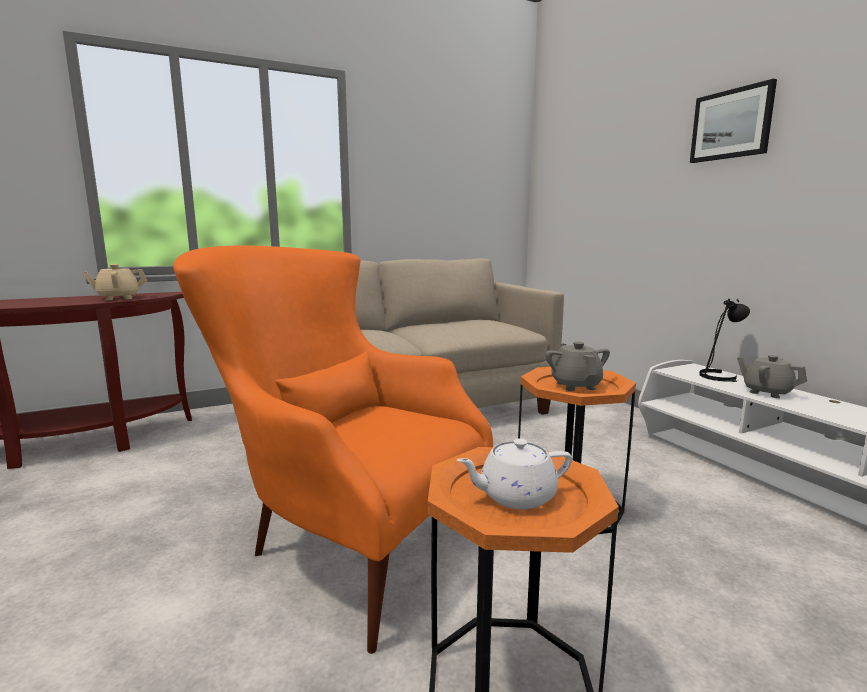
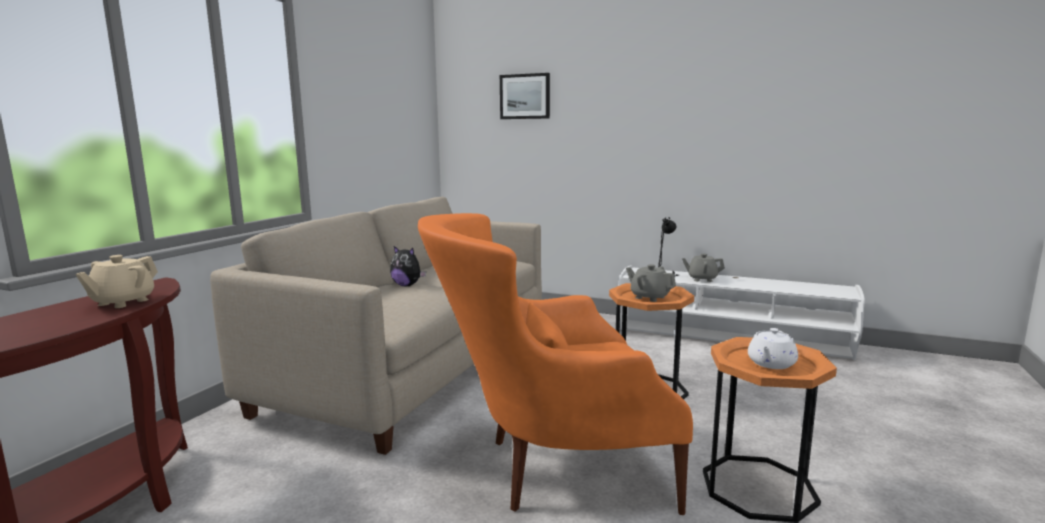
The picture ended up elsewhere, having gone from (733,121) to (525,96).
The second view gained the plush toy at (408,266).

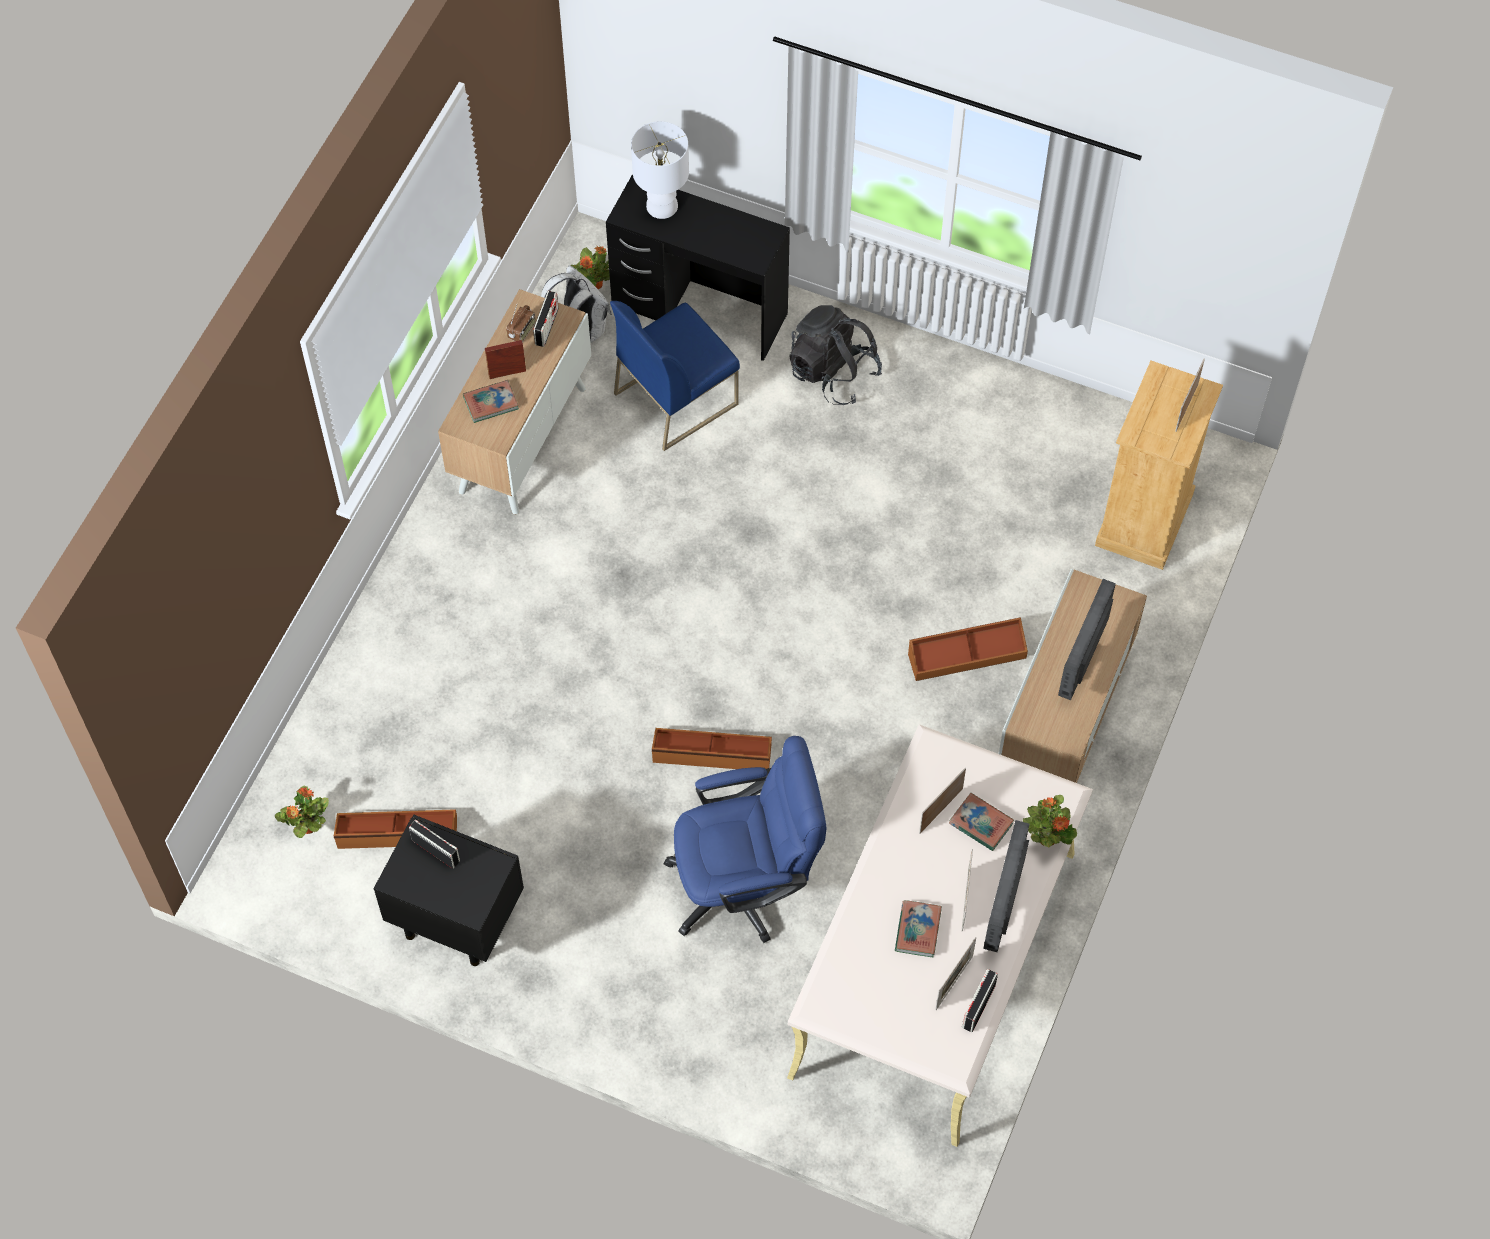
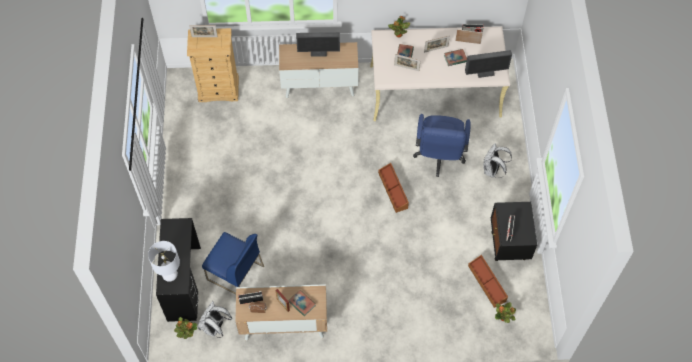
The blue office chair at (744,839) ended up facing another way, 135 degrees counterclockwise from before.
The second view lost the black backpack at (835,355).
The second view lost the brown storage box at (968,649).
The monitor ended up elsewhere, having gone from (1006,886) to (488,64).
The second view gained the white backpack at (497,160).

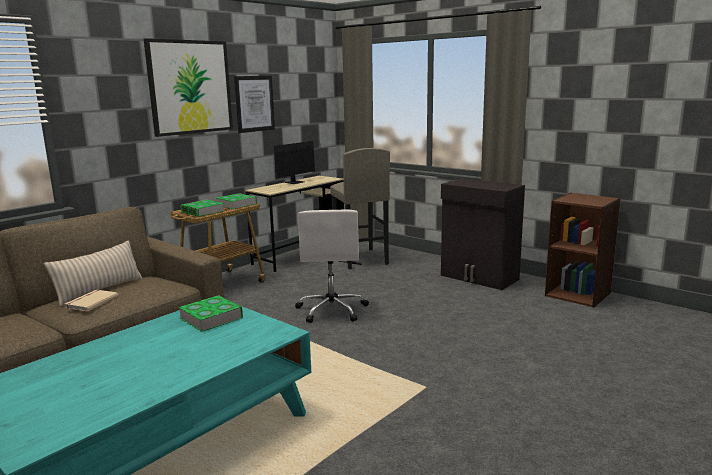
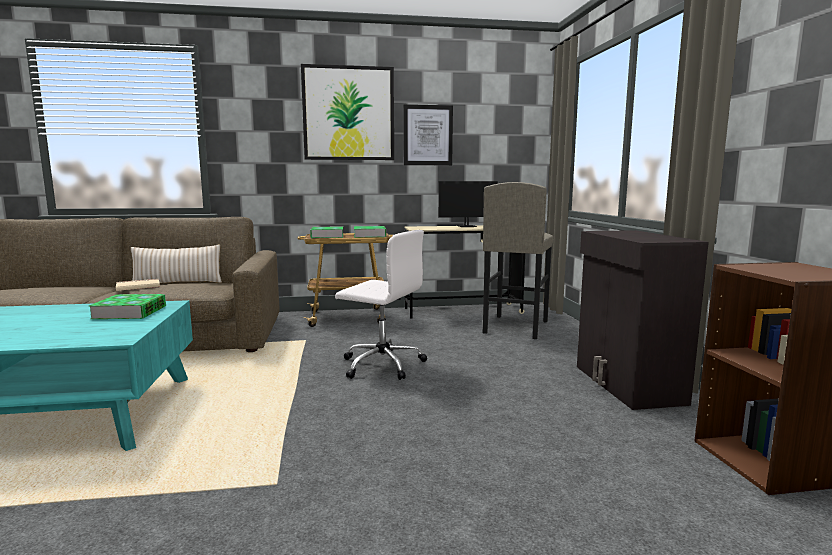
The white office chair at (332,266) ended up facing another way, 105 degrees counterclockwise from before.

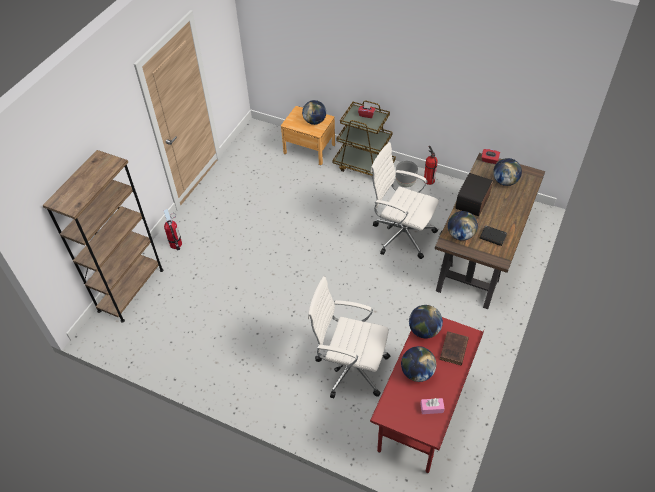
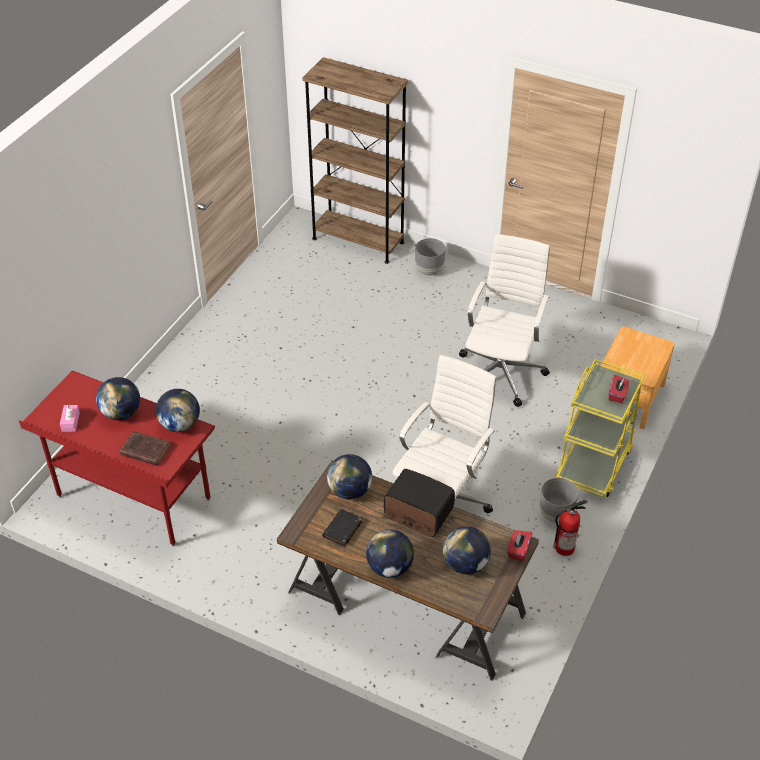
Where the fire extinguisher stood at (172,229), the grey planter came to stand at (430,256).
The globe ended up elsewhere, having gone from (314,112) to (390,554).
The white office chair ended up elsewhere, having gone from (349,337) to (504,320).
What was the brown cart at (364,138) turned into the yellow cart at (600,428).

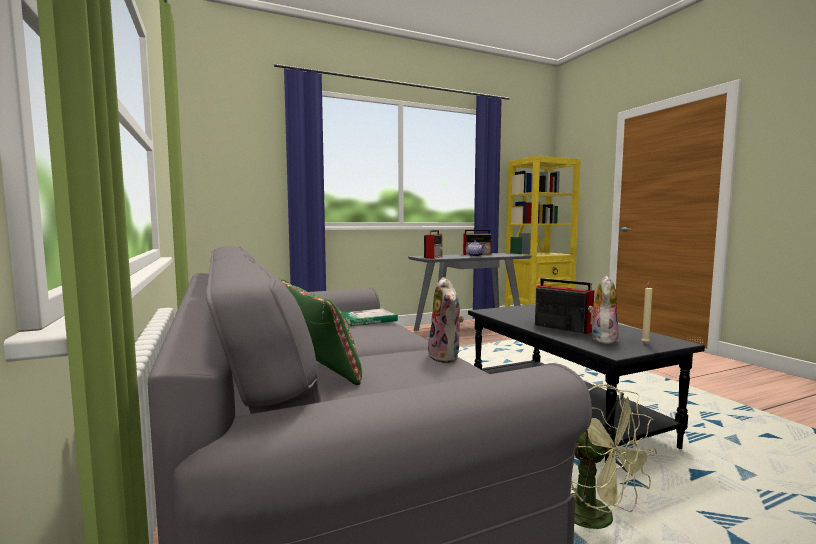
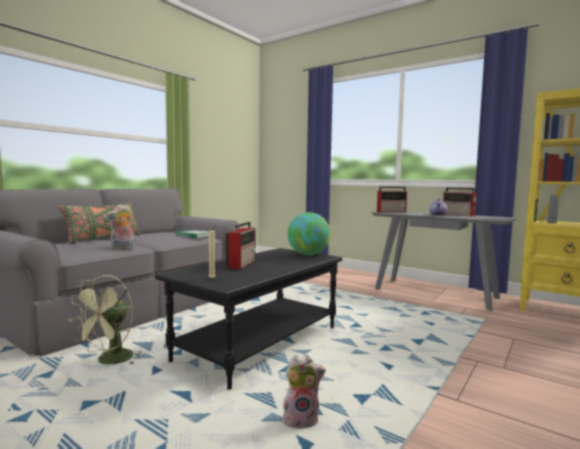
The plush toy ended up elsewhere, having gone from (603,310) to (304,391).
The second view gained the globe at (309,233).

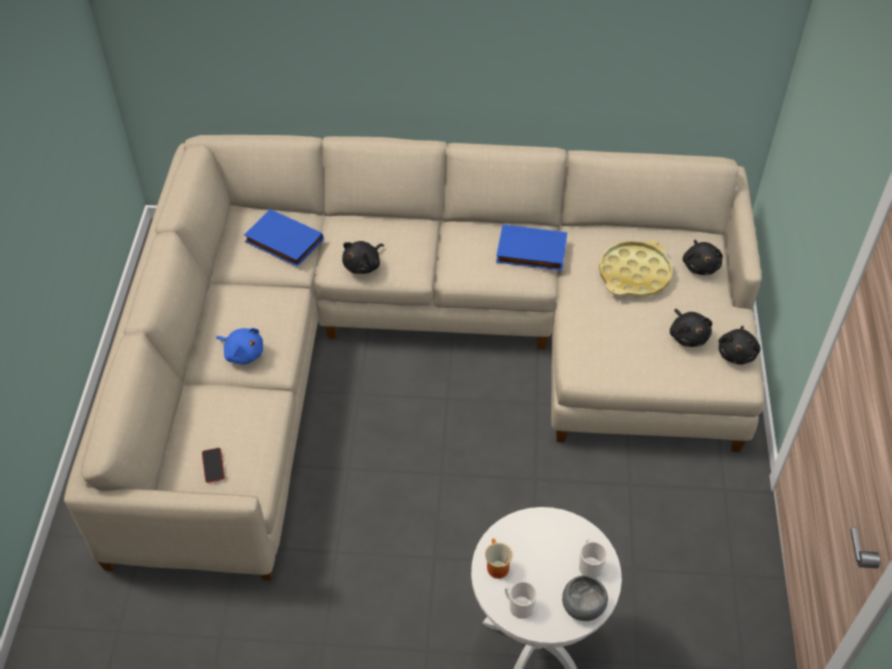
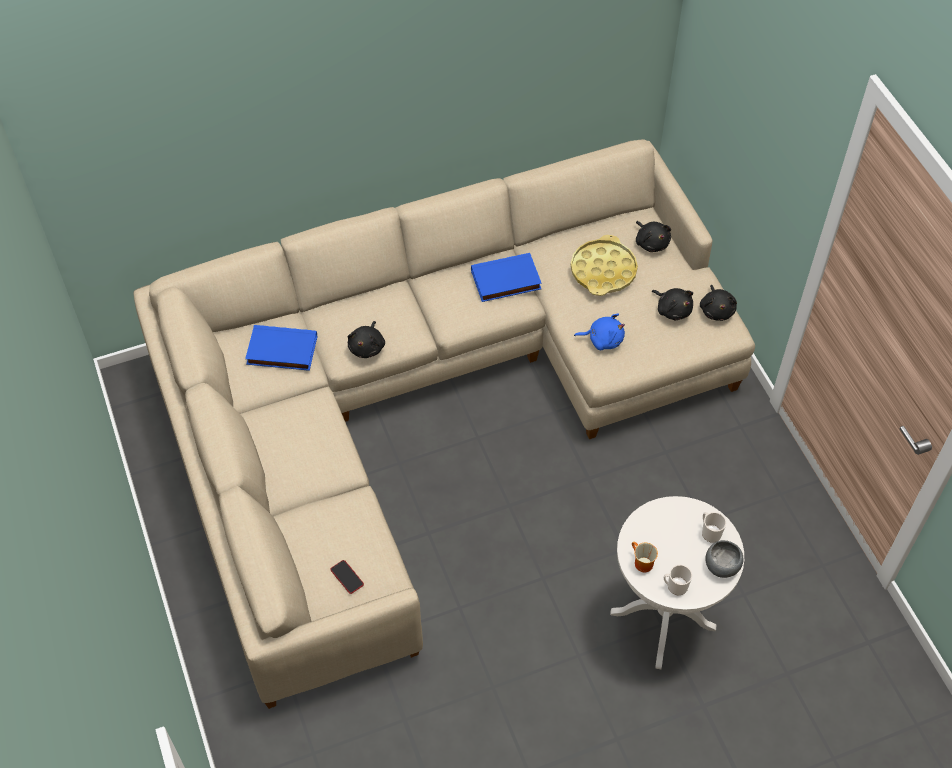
The blue plush toy ended up elsewhere, having gone from (239,346) to (599,332).

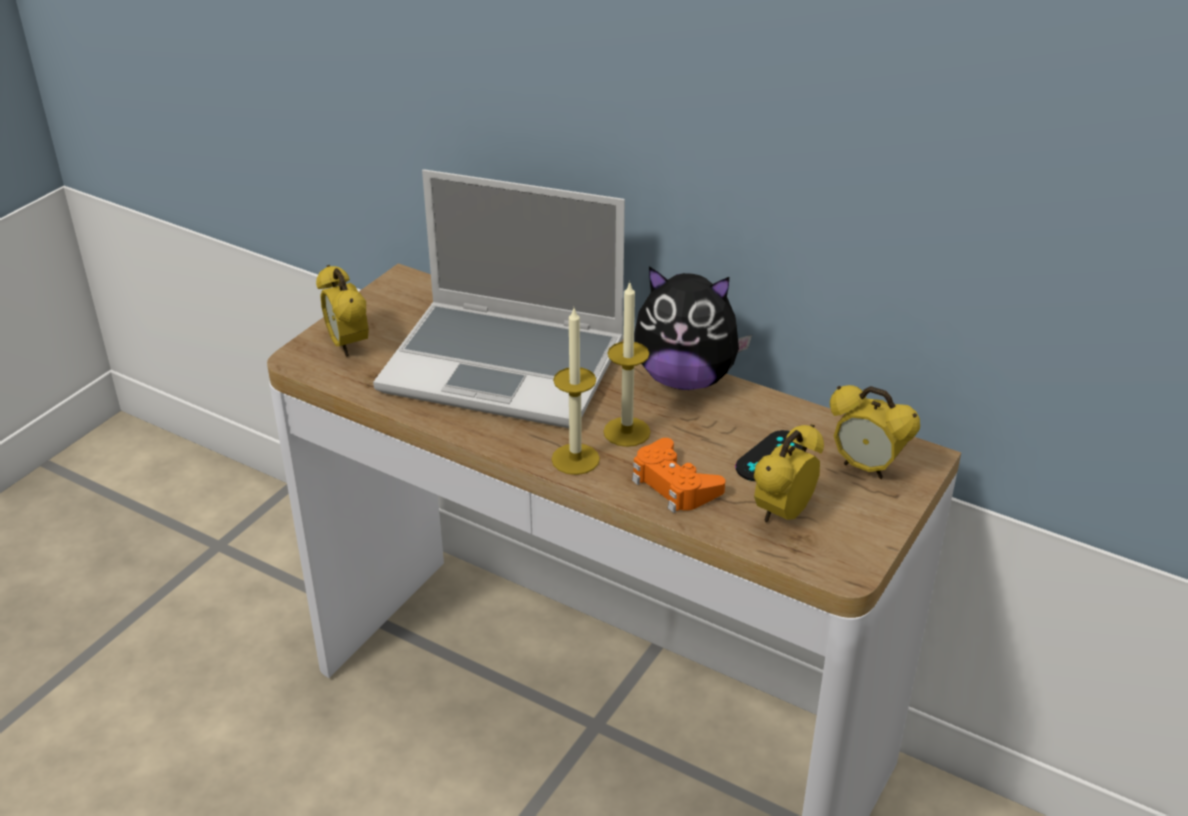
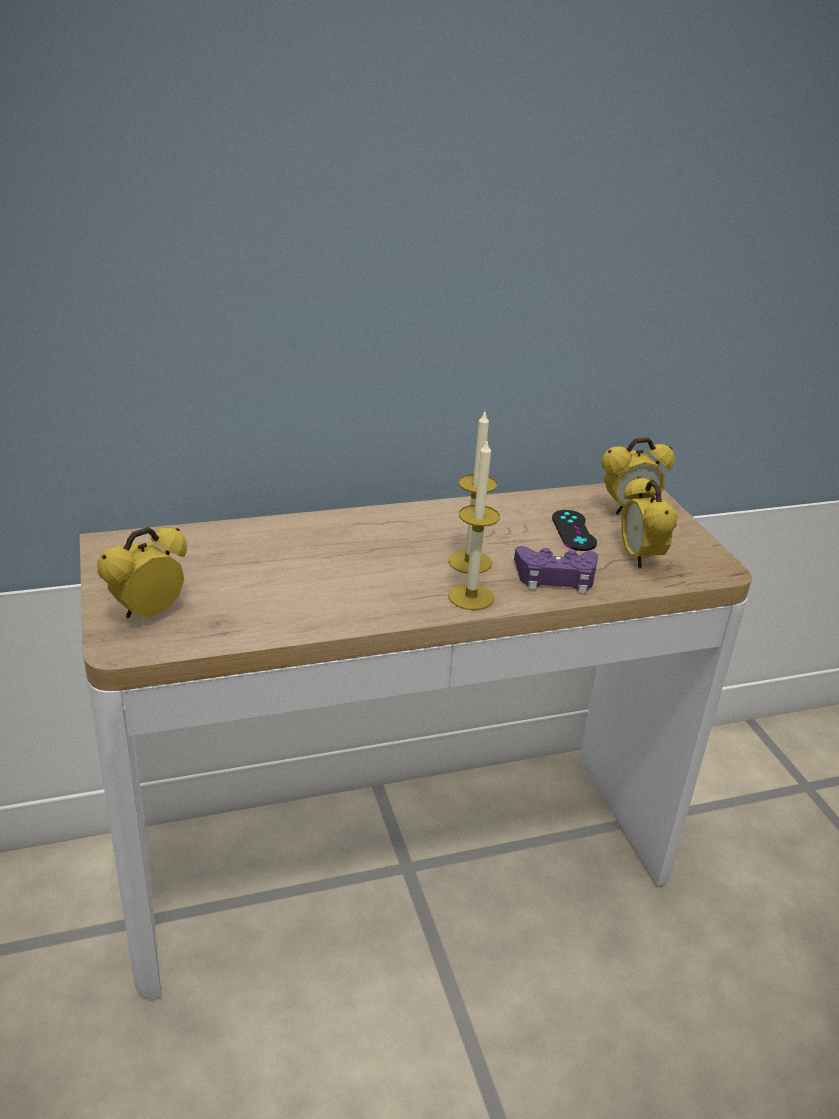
The alarm clock at (342,311) ended up facing another way, 120 degrees clockwise from before.
The second view lost the laptop at (499,298).
What was the orange game controller at (678,475) turned into the purple game controller at (556,570).
The second view lost the plush toy at (693,328).

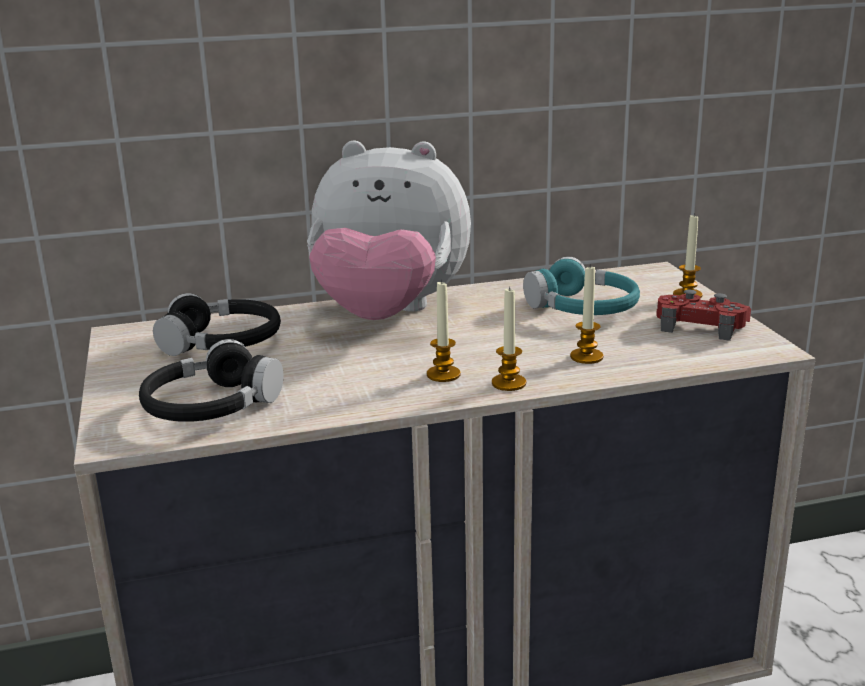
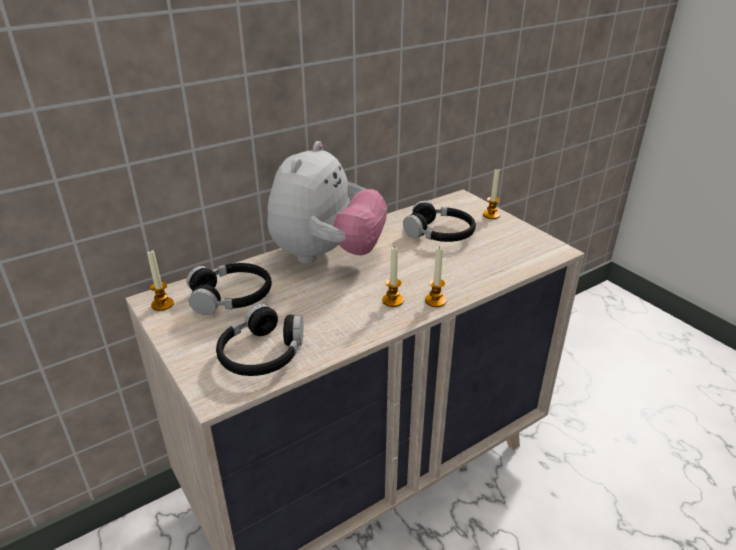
The plush toy at (389,230) ended up facing another way, 60 degrees counterclockwise from before.
What was the turquoise headphones at (581,286) turned into the black headphones at (439,221).
The candle ended up elsewhere, having gone from (587,314) to (160,280).
The second view lost the red game controller at (703,315).

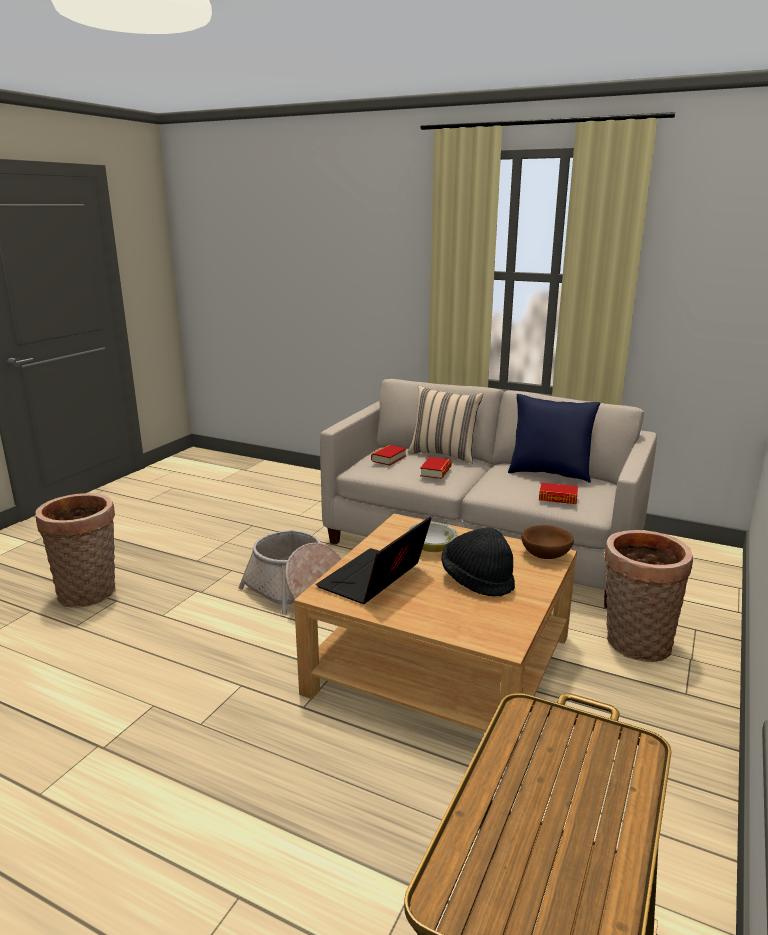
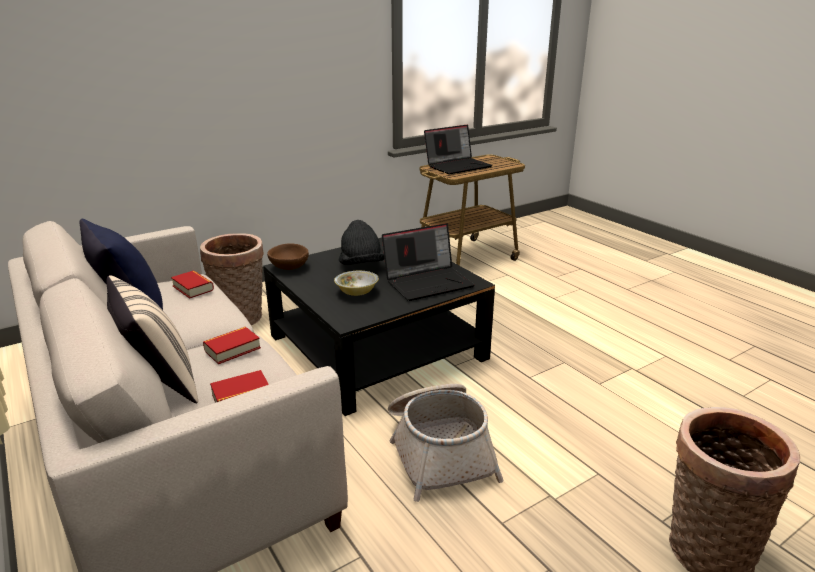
What was the beige coffee table at (435,640) turned into the black coffee table at (379,327).
The second view gained the laptop at (458,149).

